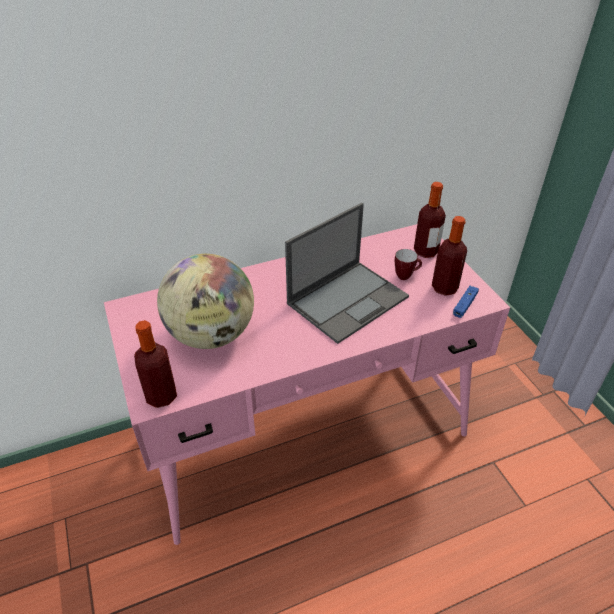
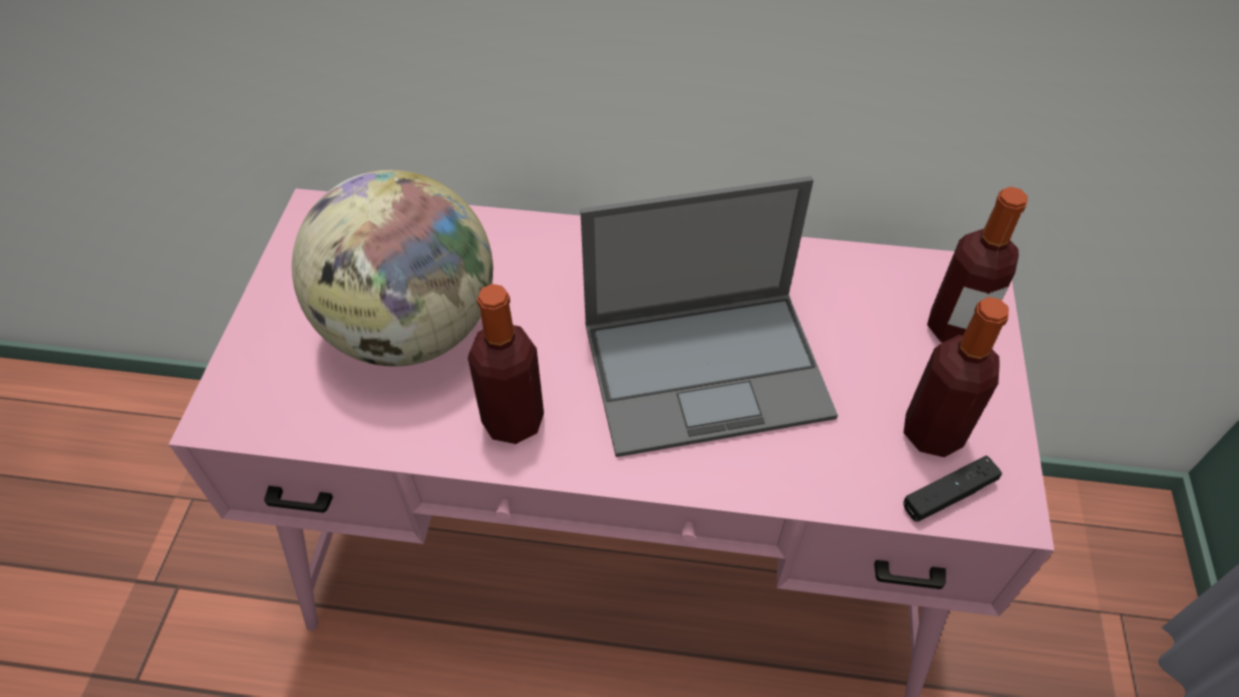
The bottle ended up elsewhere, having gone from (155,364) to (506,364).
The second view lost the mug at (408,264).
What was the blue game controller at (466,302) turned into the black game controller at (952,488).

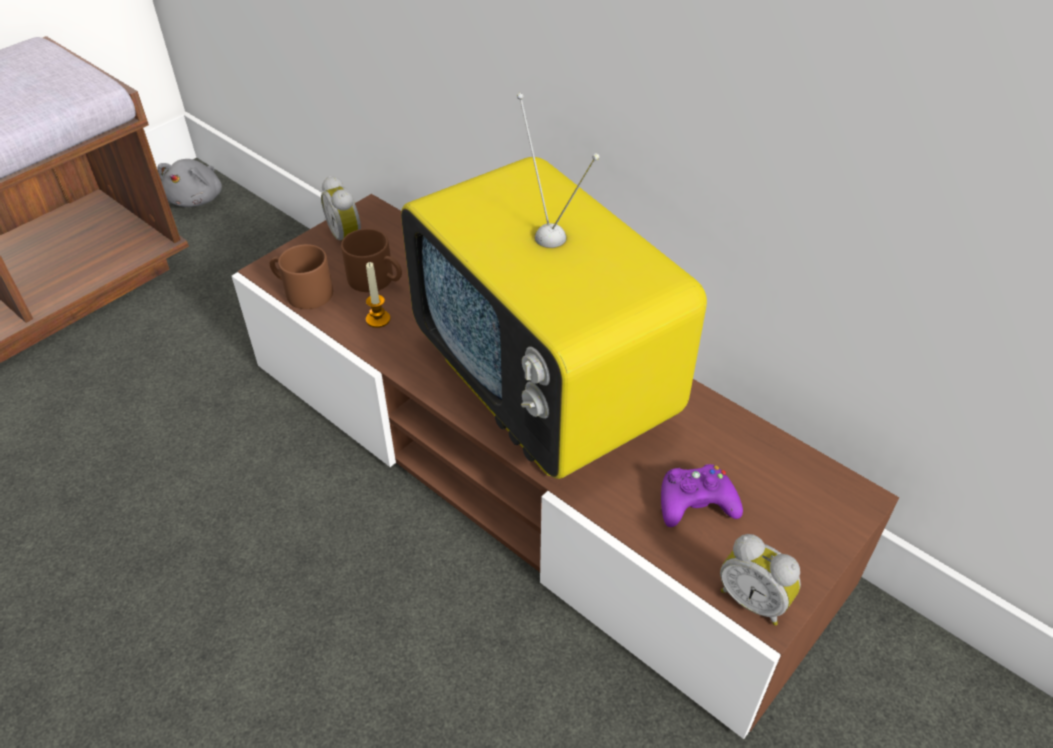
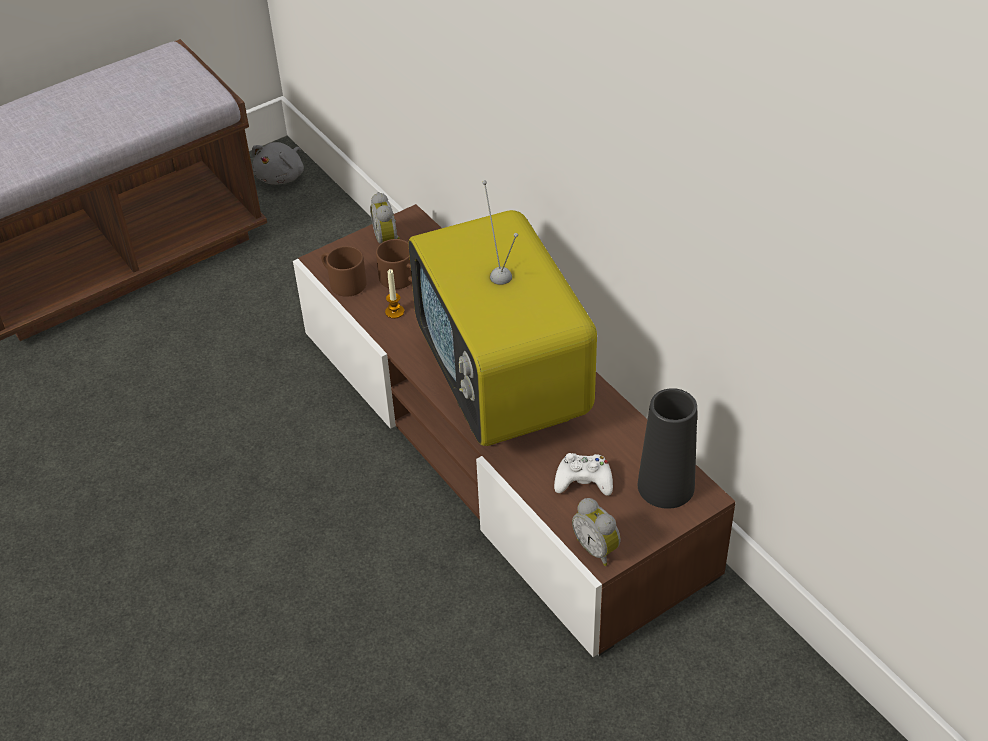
What was the purple game controller at (702,495) turned into the white game controller at (583,474).
The second view gained the black vase at (667,448).

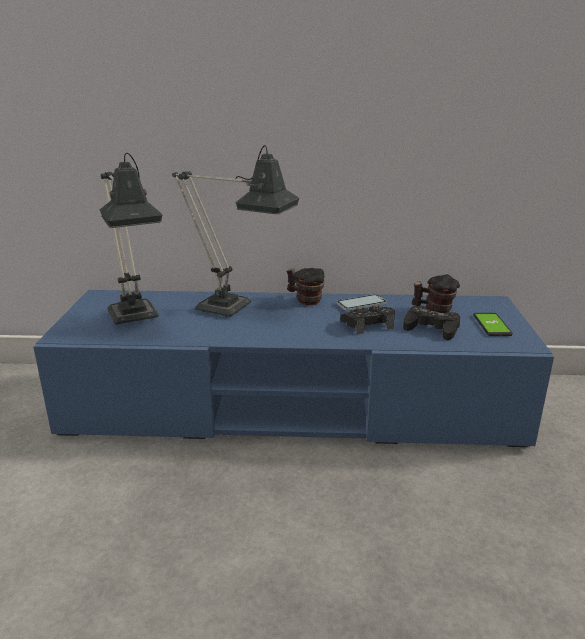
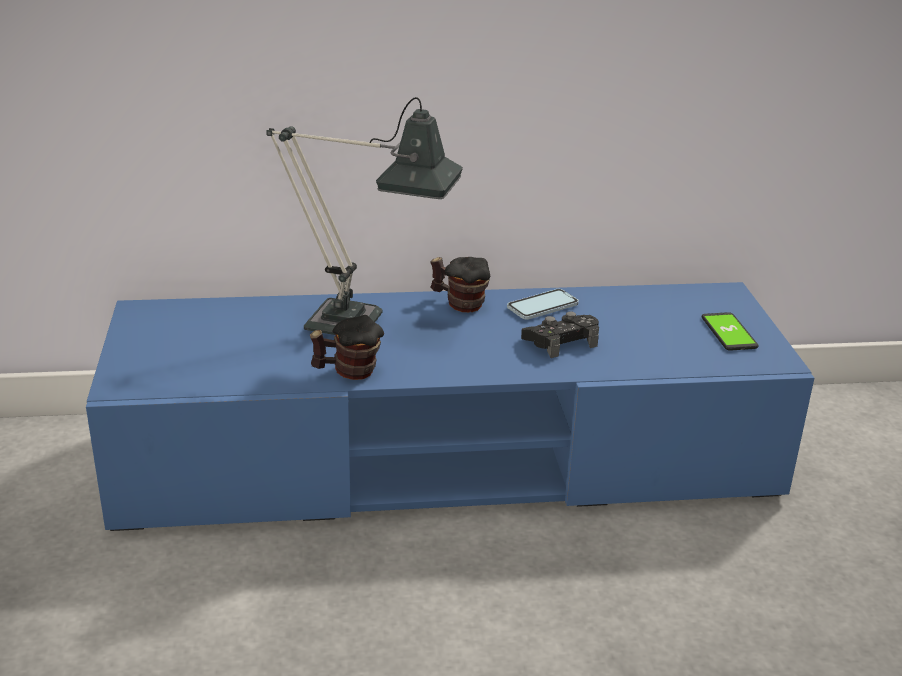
The second view lost the table lamp at (131,238).
The second view lost the black game controller at (431,323).
The mug ended up elsewhere, having gone from (436,293) to (347,347).

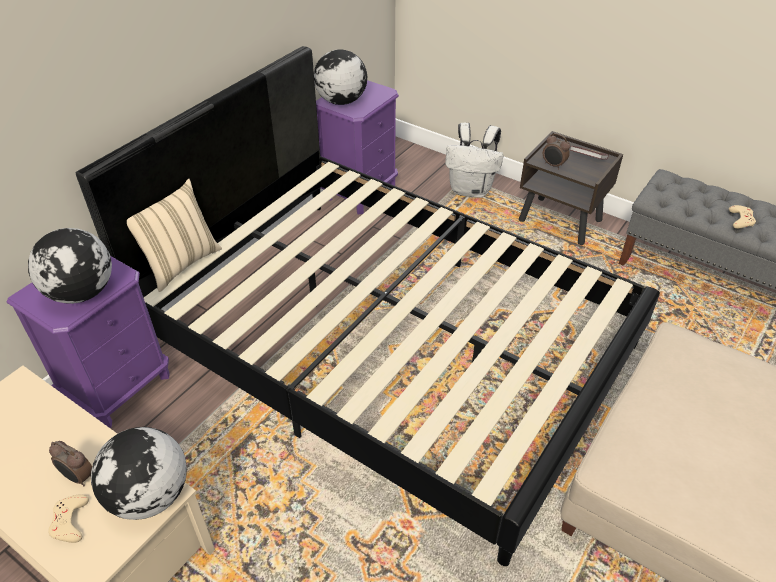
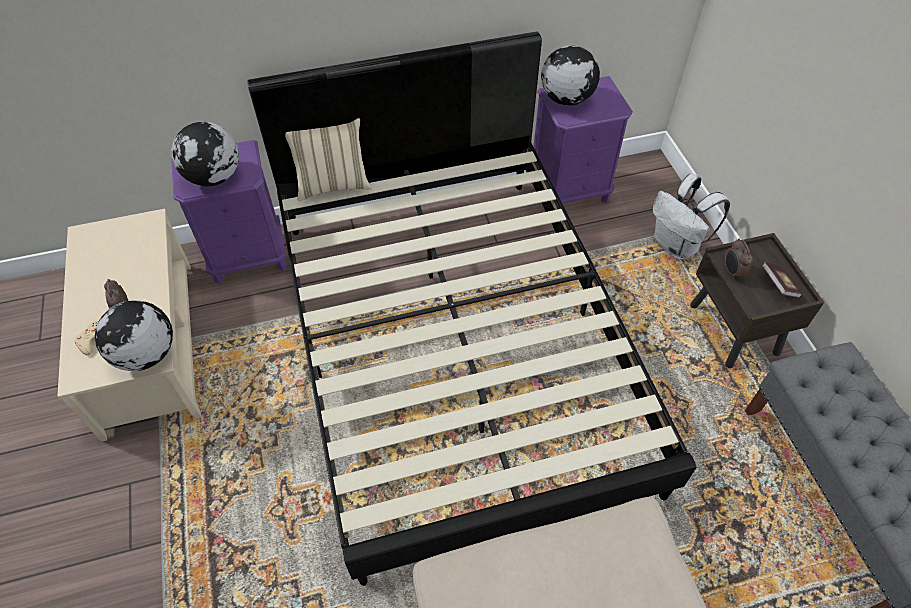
The second view lost the beige game controller at (742,217).

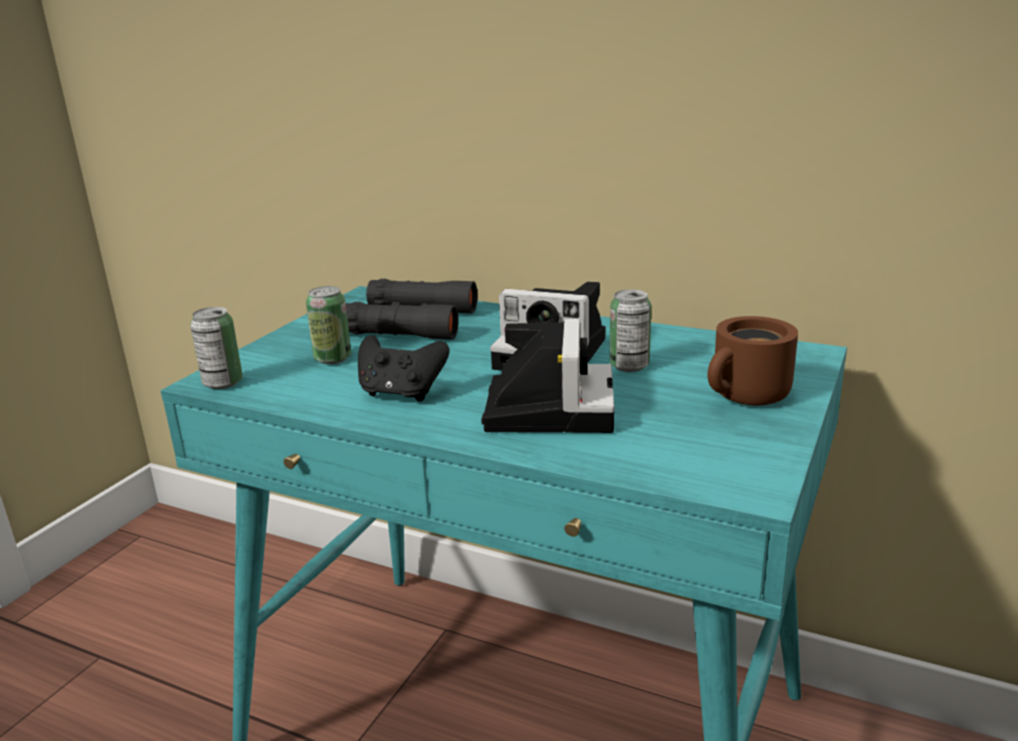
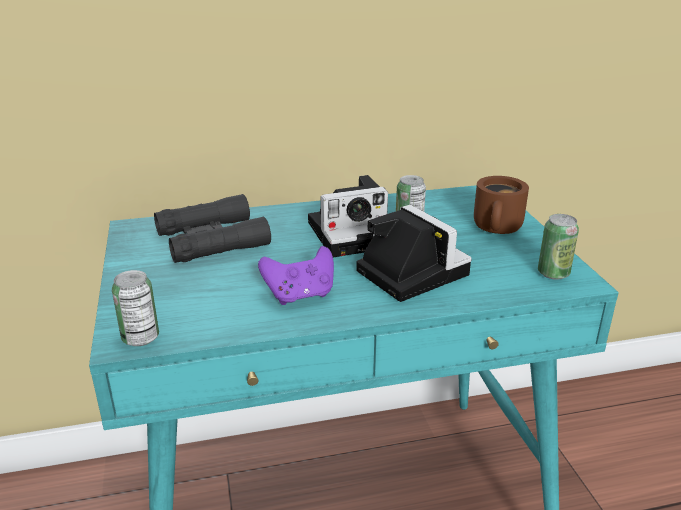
The can ended up elsewhere, having gone from (328,325) to (558,247).
What was the black game controller at (403,368) turned into the purple game controller at (296,275).

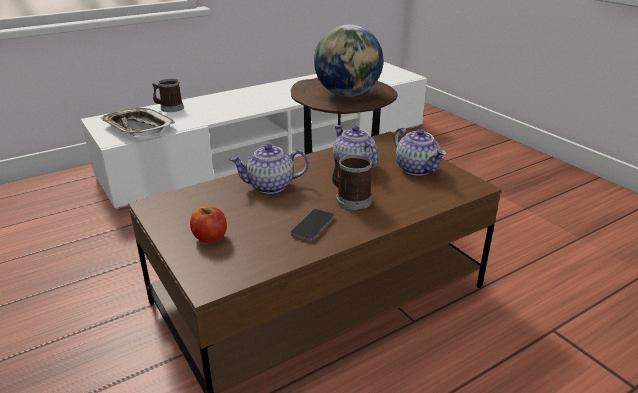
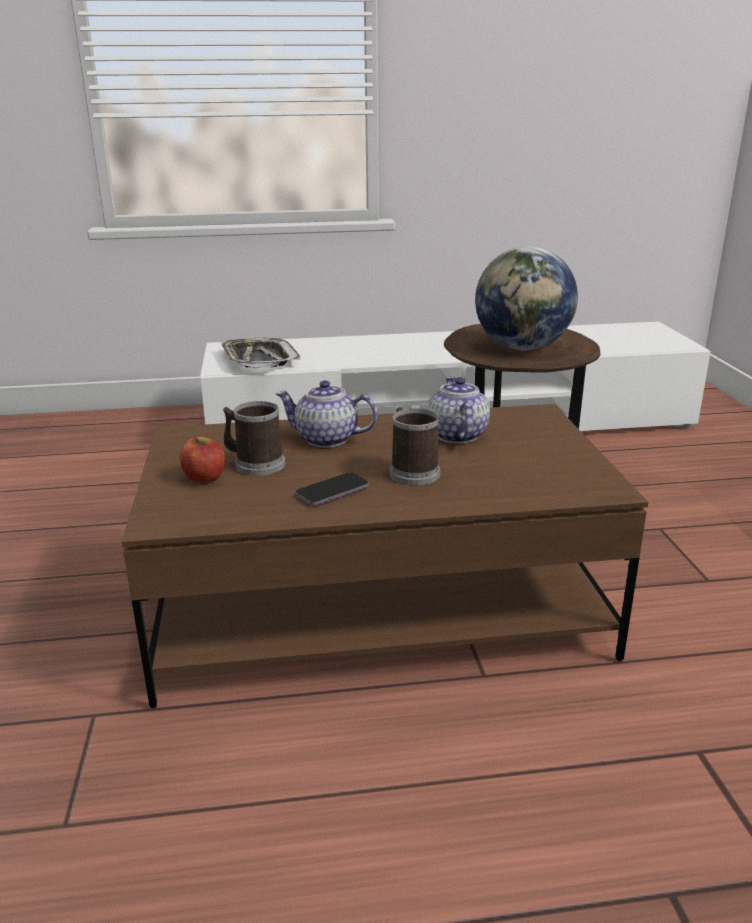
The mug ended up elsewhere, having gone from (168,95) to (254,438).
The second view lost the teapot at (420,152).

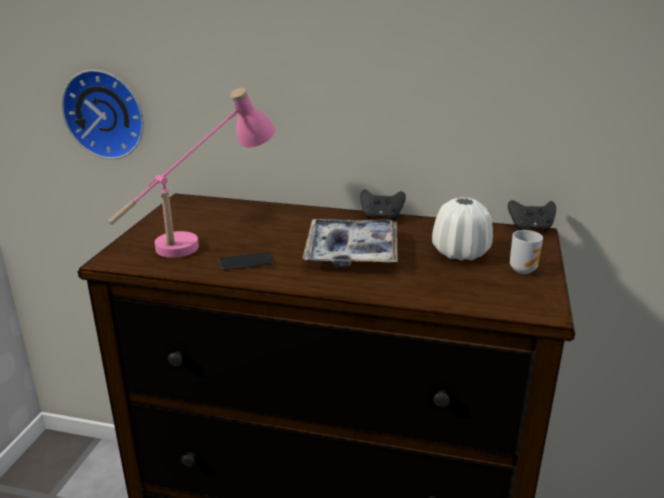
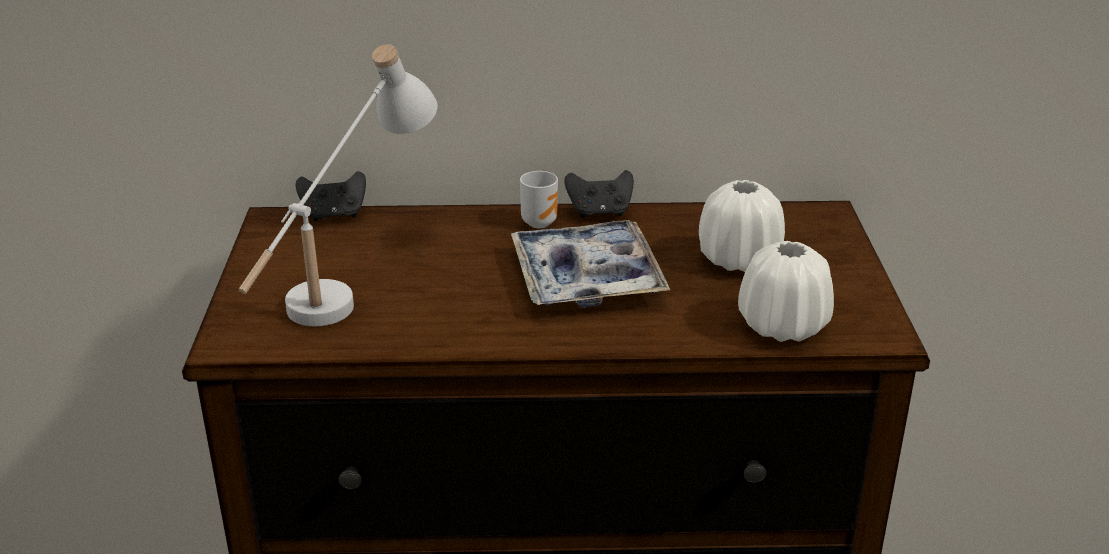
The second view lost the wall clock at (102,114).
What was the pink table lamp at (191,173) turned into the white table lamp at (338,185).
The second view lost the phone at (246,261).
The black game controller ended up elsewhere, having gone from (532,216) to (331,196).
The mug ended up elsewhere, having gone from (526,252) to (539,199).
The second view gained the white vase at (786,291).

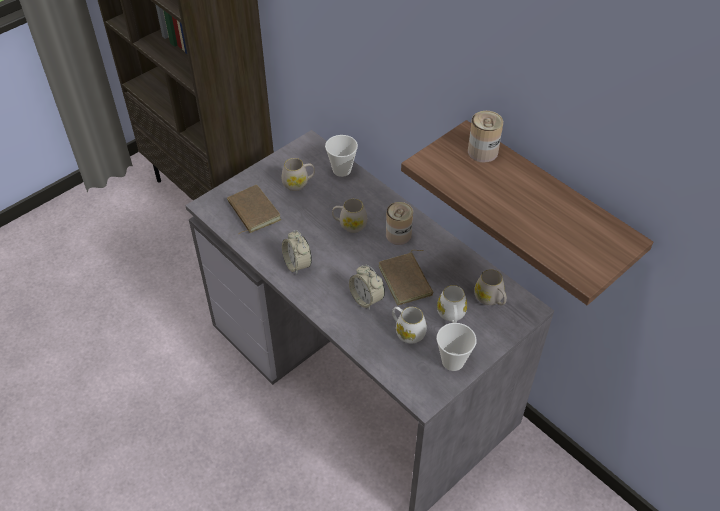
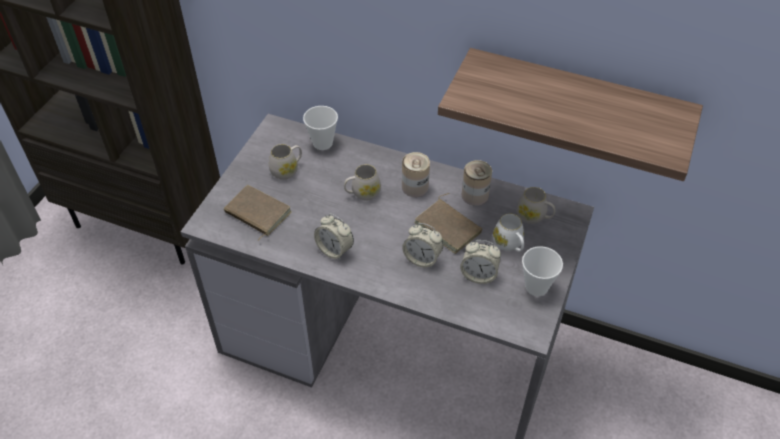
Where the white mug stood at (409,325), the alarm clock came to stand at (480,262).
The can ended up elsewhere, having gone from (485,137) to (477,183).

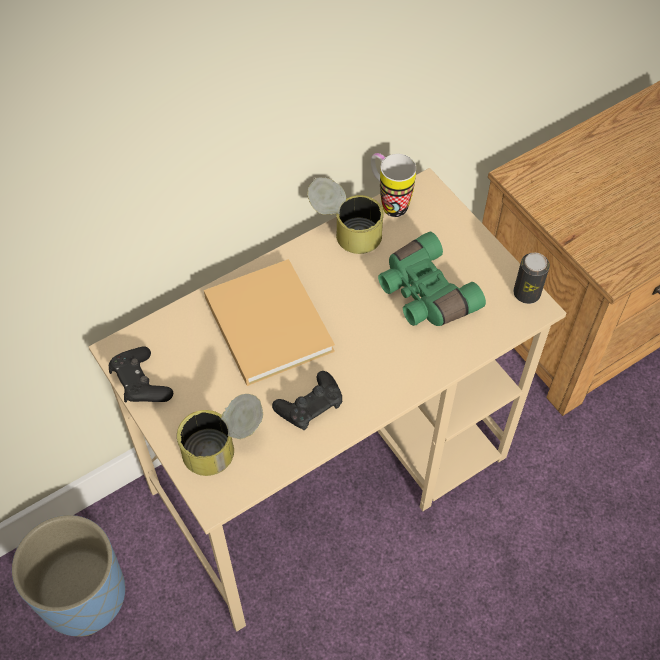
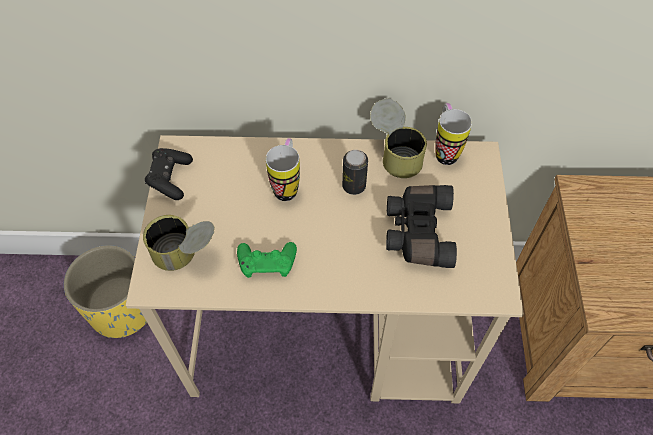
What was the blue planter at (68,576) turned into the yellow planter at (105,291).
Where the beige book stood at (269,322), the mug came to stand at (283,169).
What was the black game controller at (307,400) turned into the green game controller at (267,260).
What was the green binoculars at (432,279) turned into the black binoculars at (421,226).
The can ended up elsewhere, having gone from (531,278) to (355,172).

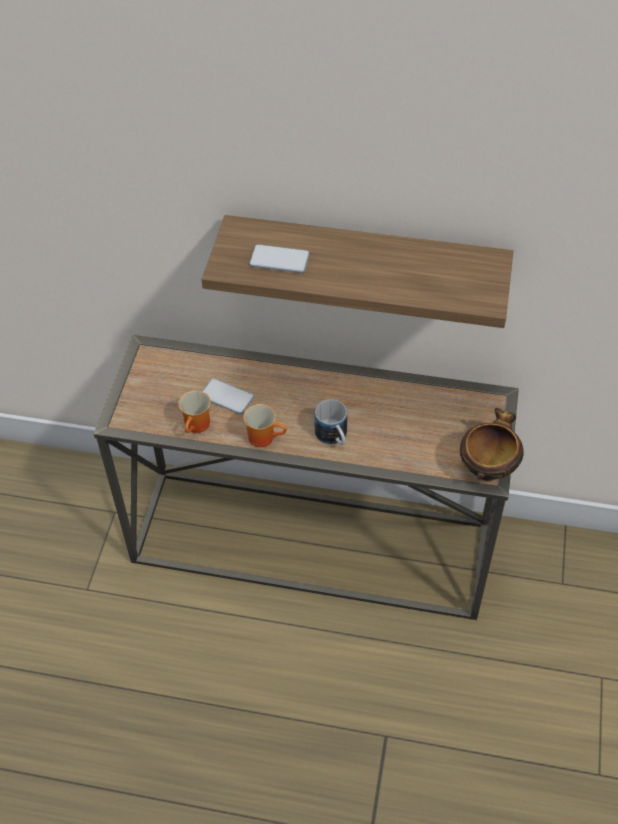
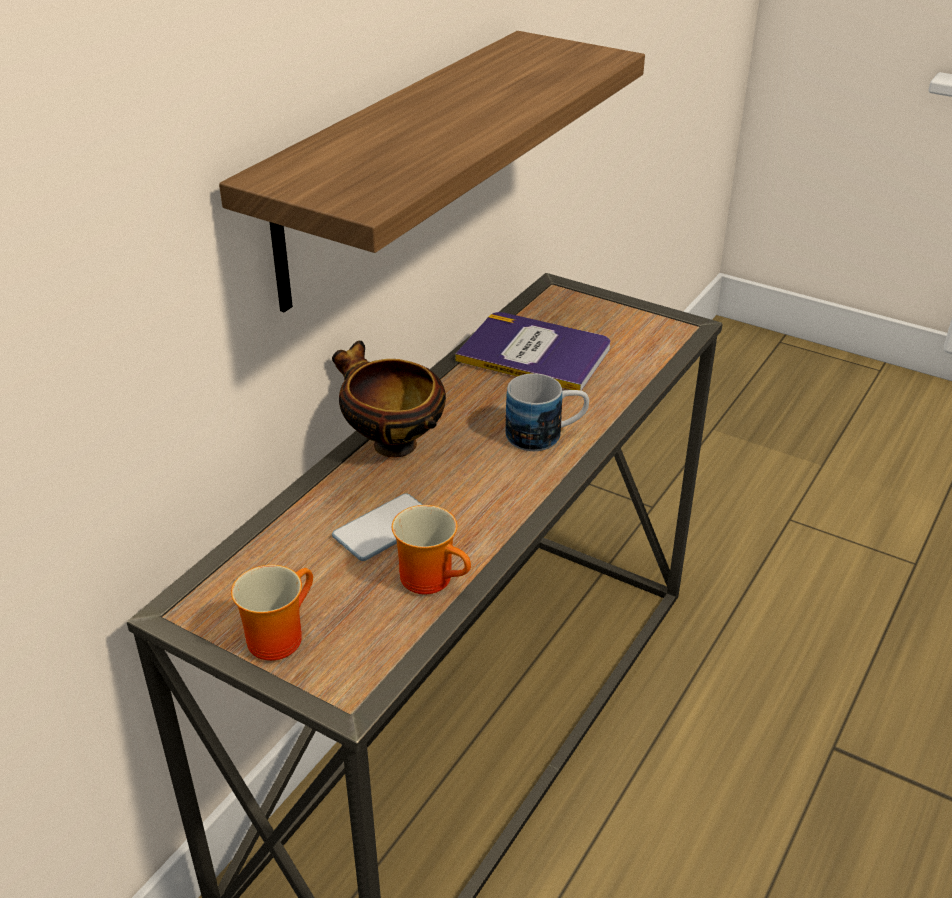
The mug ended up elsewhere, having gone from (265,425) to (272,613).
The second view lost the phone at (279,258).
The bowl ended up elsewhere, having gone from (492,444) to (389,399).
The second view gained the book at (532,351).

